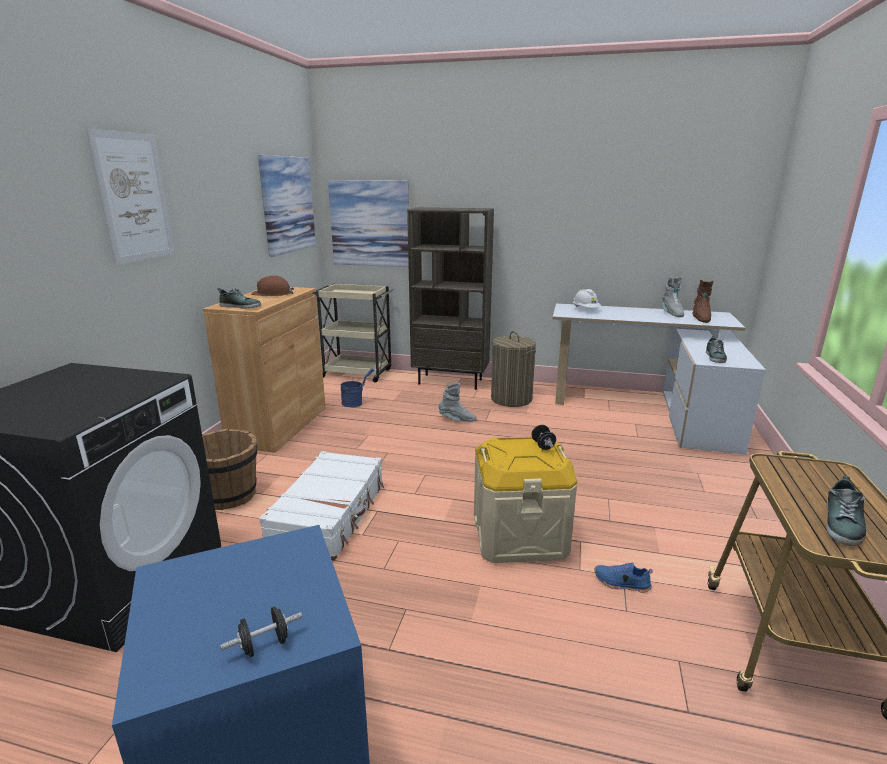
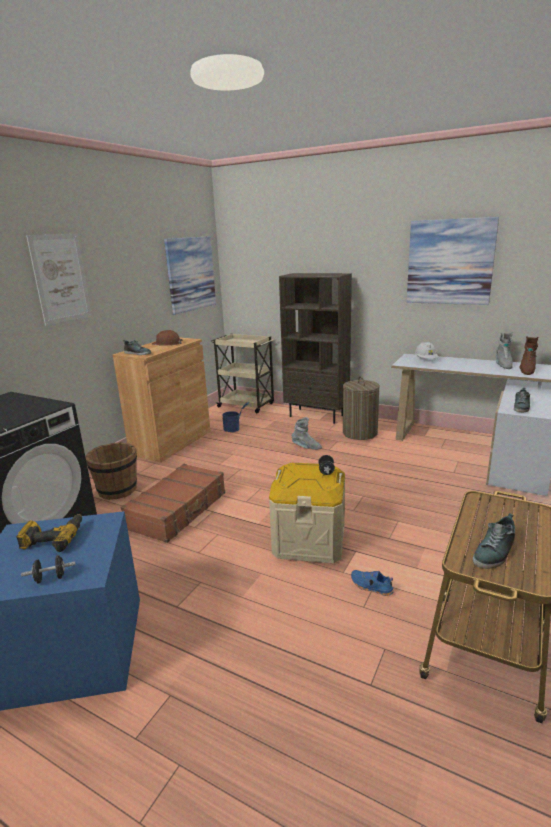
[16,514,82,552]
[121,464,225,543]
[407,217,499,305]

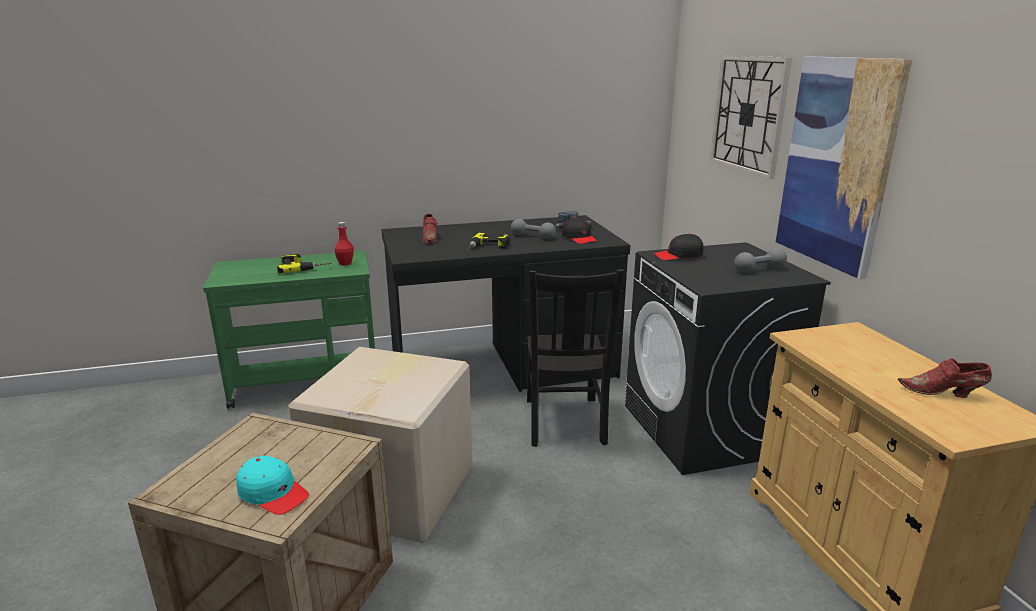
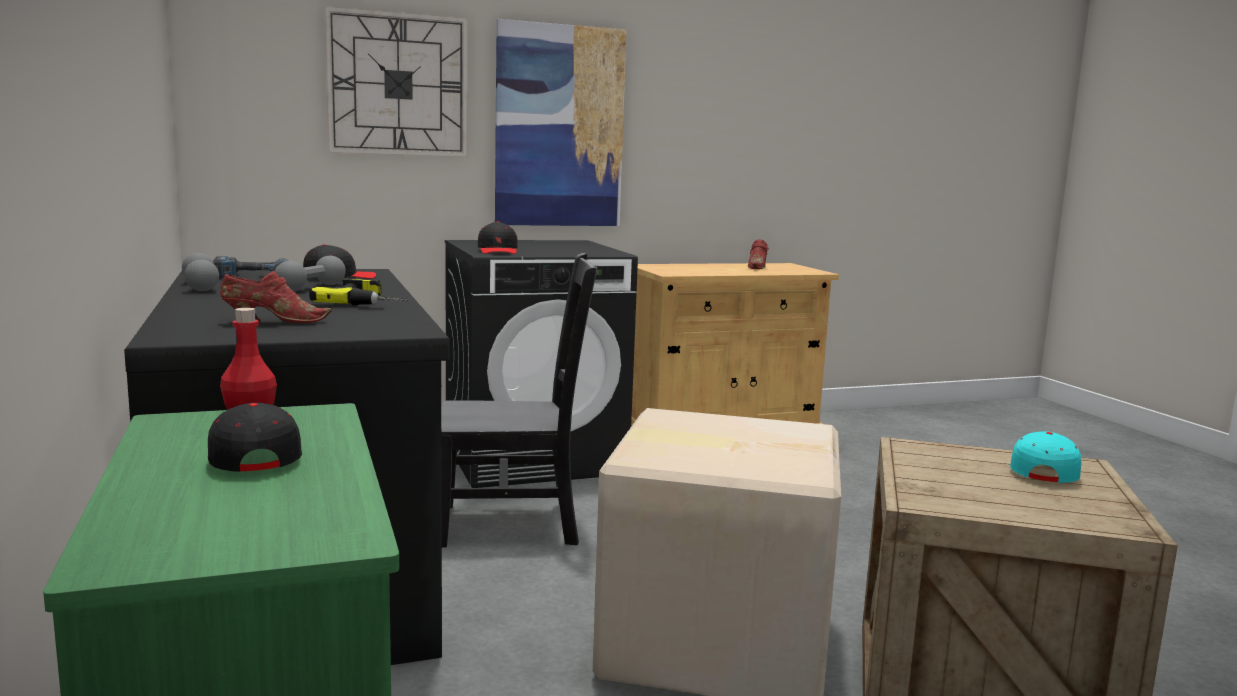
[182,253,219,291]
[208,403,302,472]

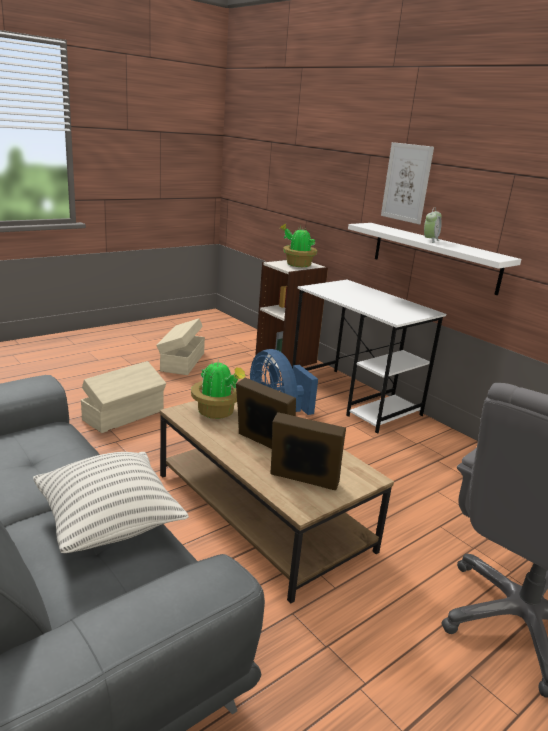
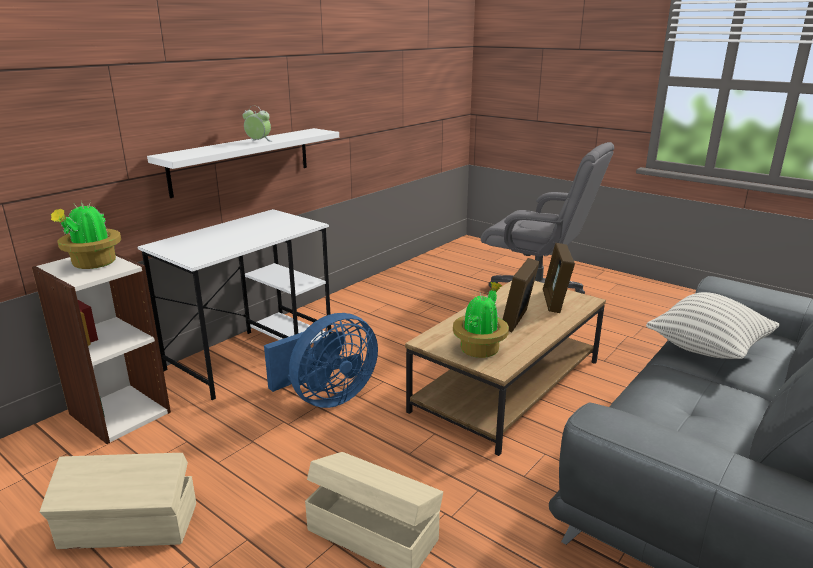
[381,142,434,224] (first image)

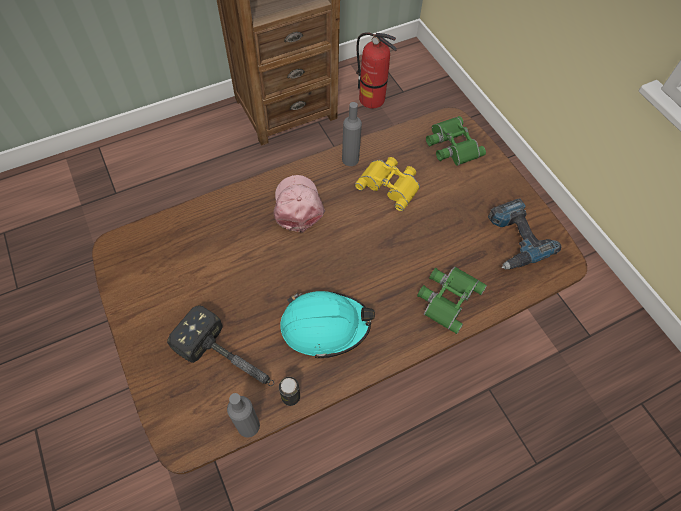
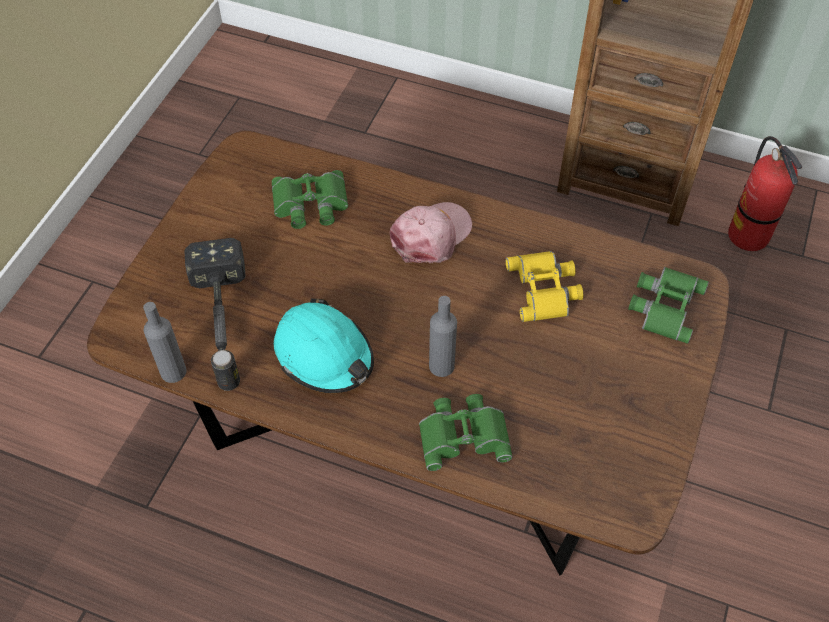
[272,170,348,229]
[429,296,457,377]
[488,198,561,269] (first image)

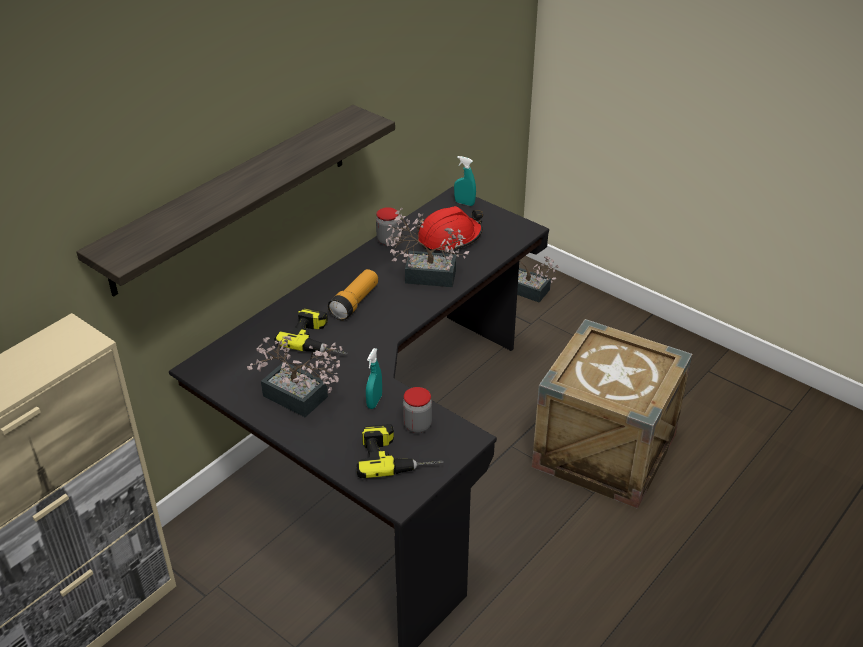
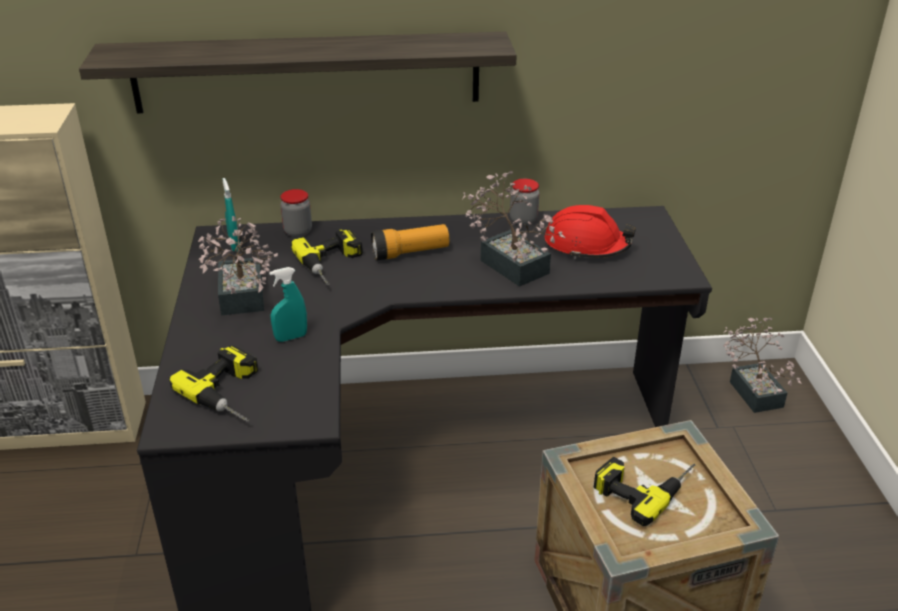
[222,178,241,252]
[280,189,312,237]
[594,457,696,526]

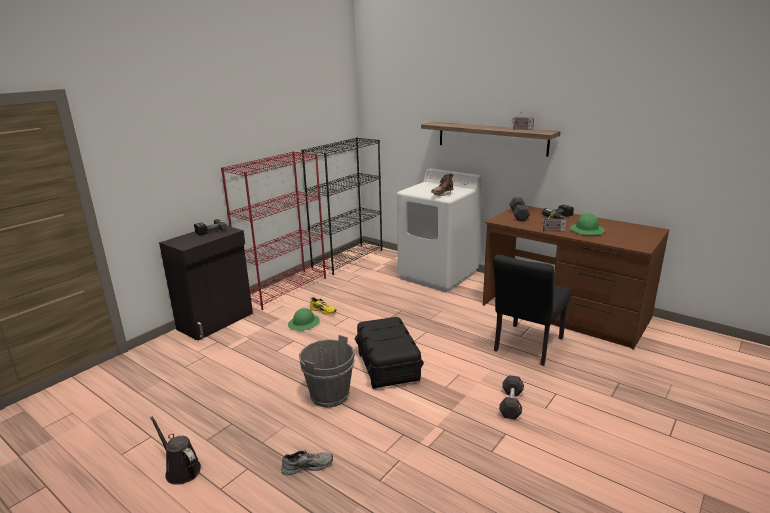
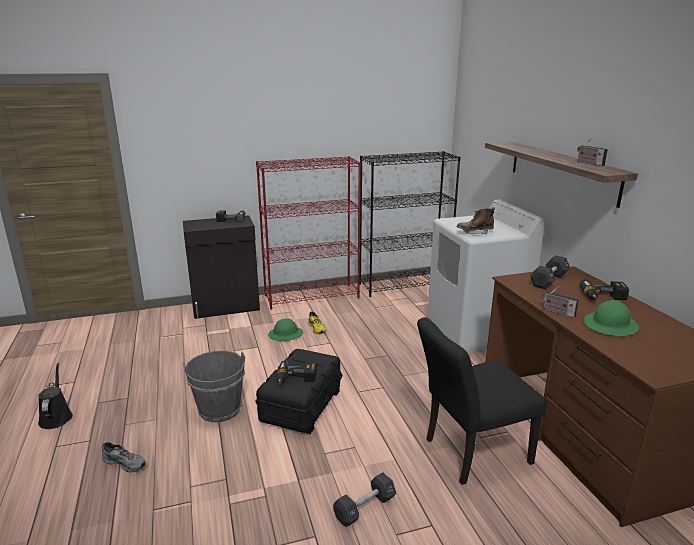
[277,360,317,385]

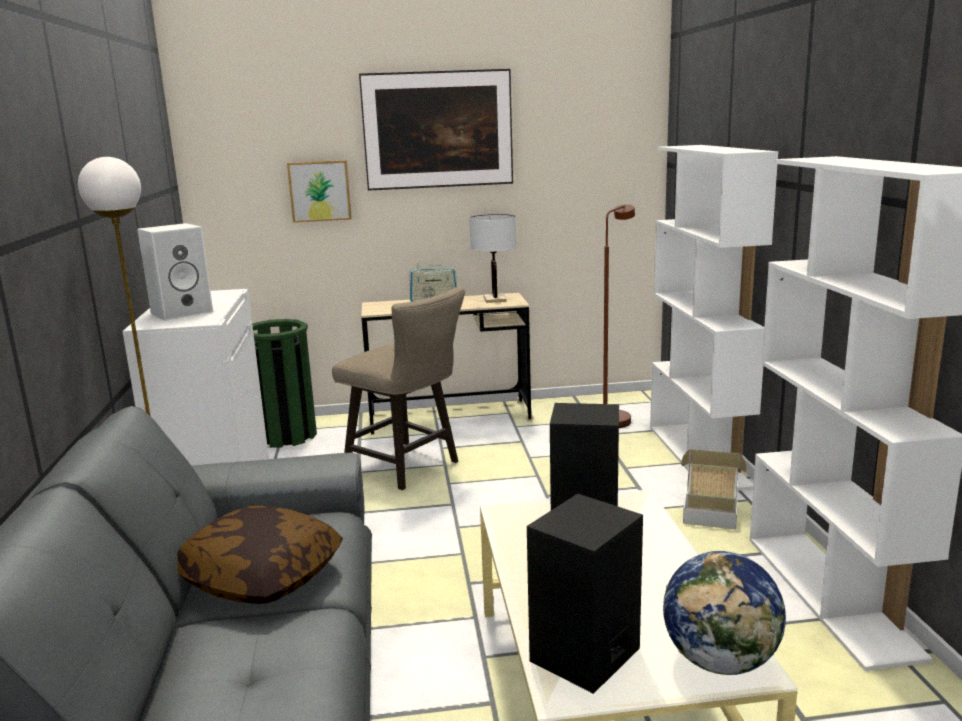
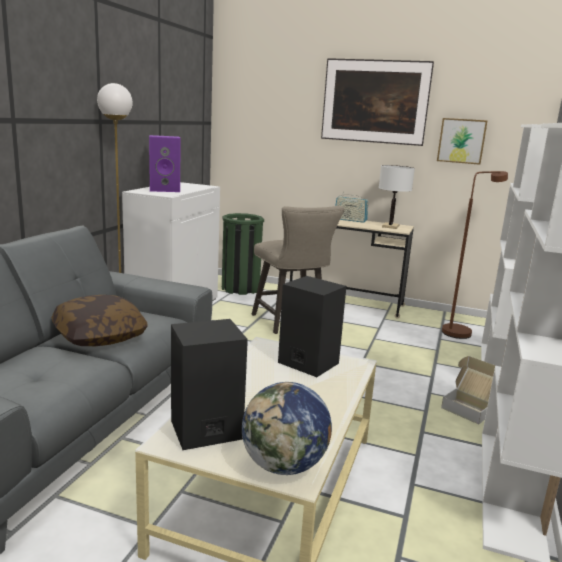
[149,135,180,192]
[437,118,487,165]

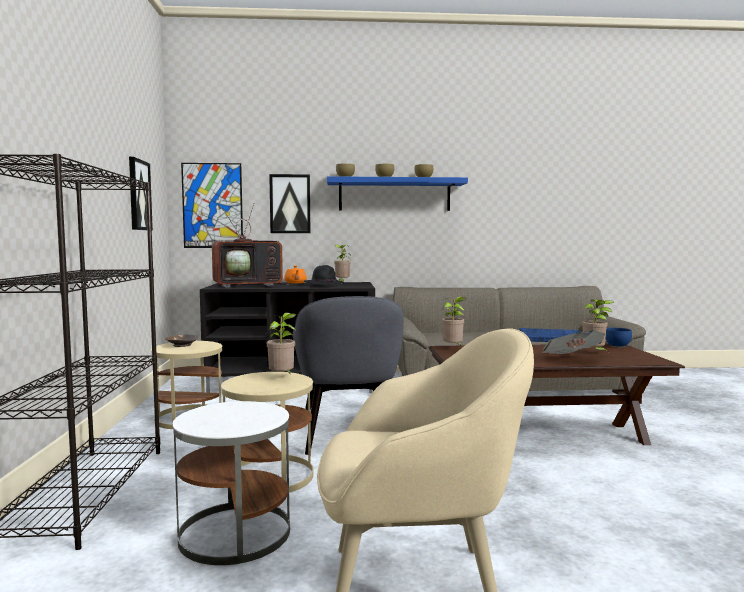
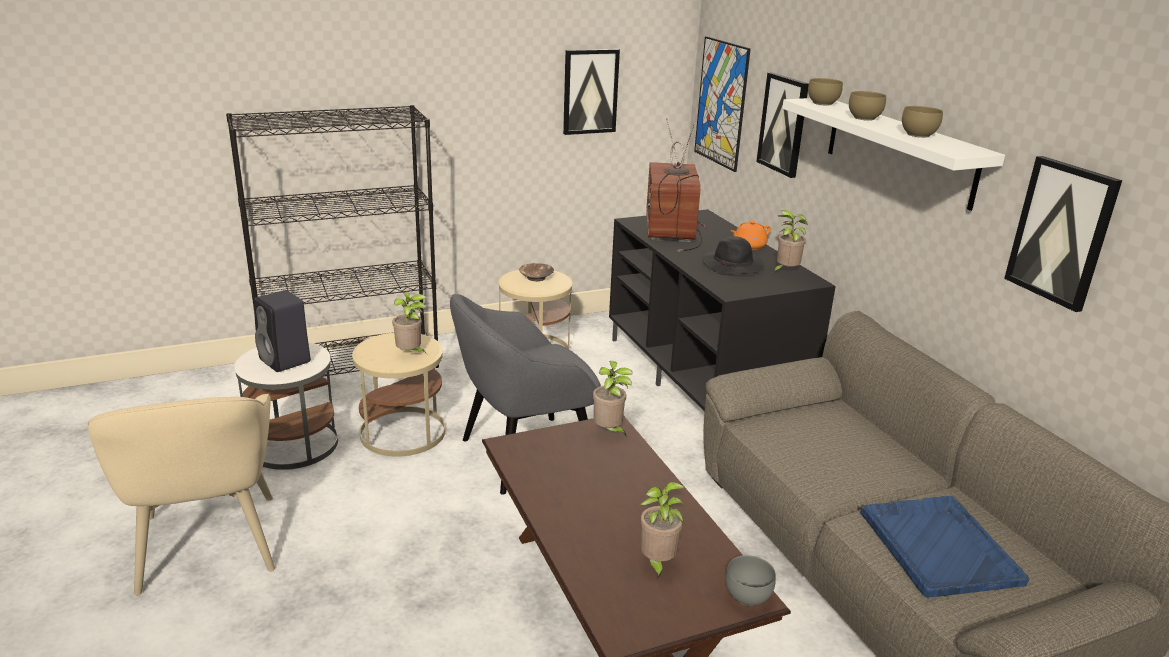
[254,290,311,372]
[646,118,706,252]
[725,555,776,606]
[782,98,1005,211]
[1004,156,1122,312]
[542,330,606,354] (first image)

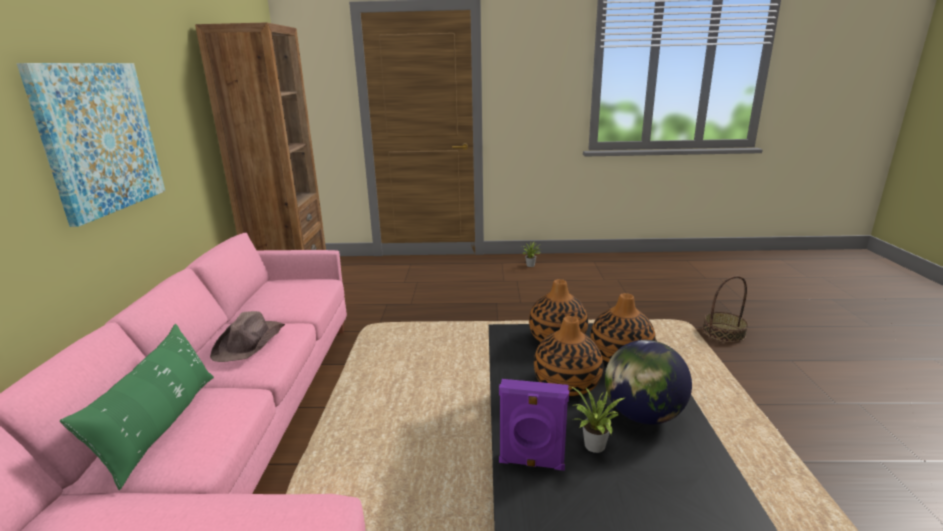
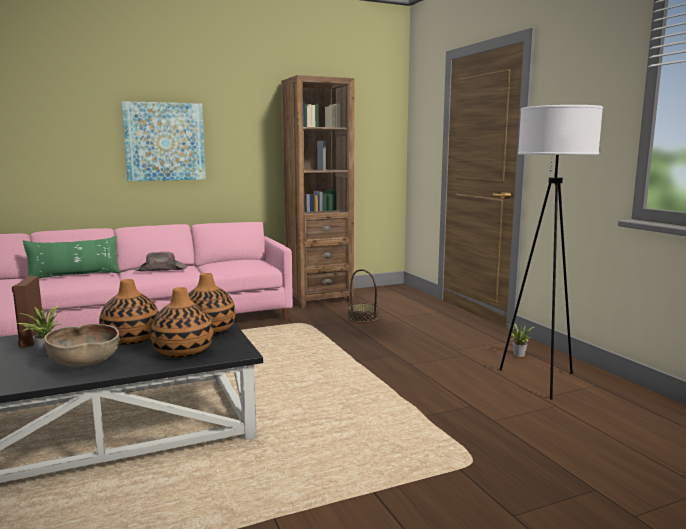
[12,276,42,348]
[44,324,119,366]
[347,269,379,323]
[499,105,603,399]

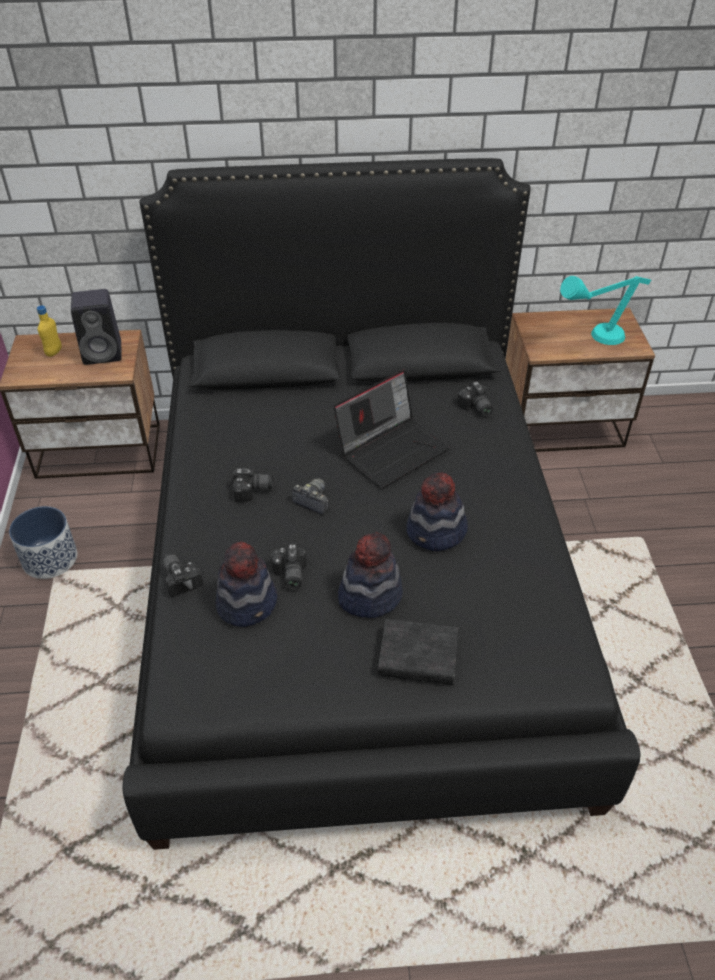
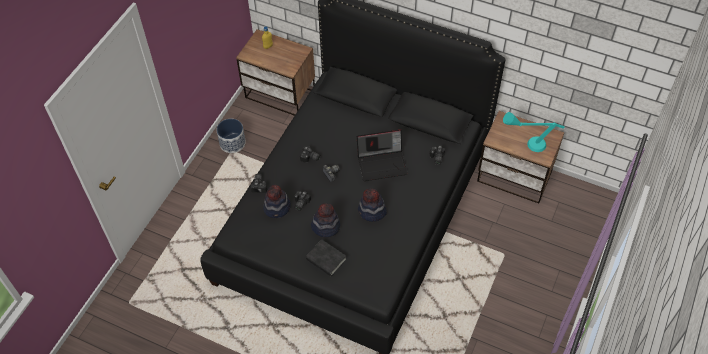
[71,289,122,365] (first image)

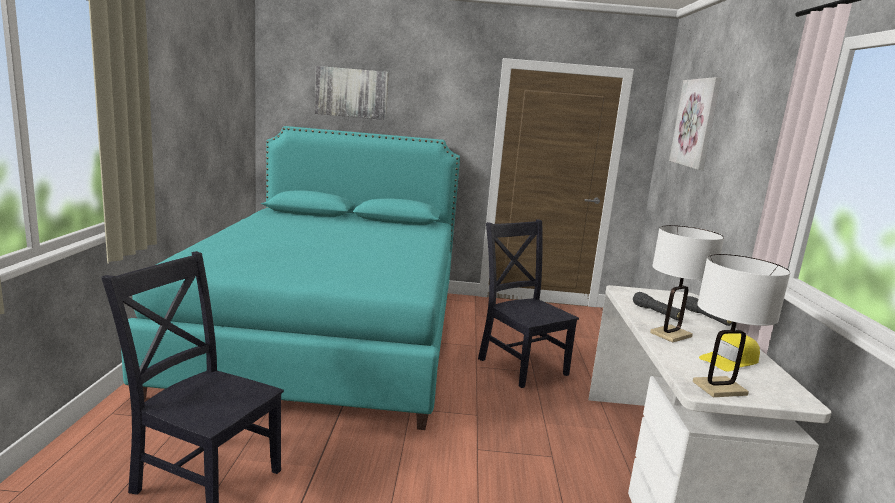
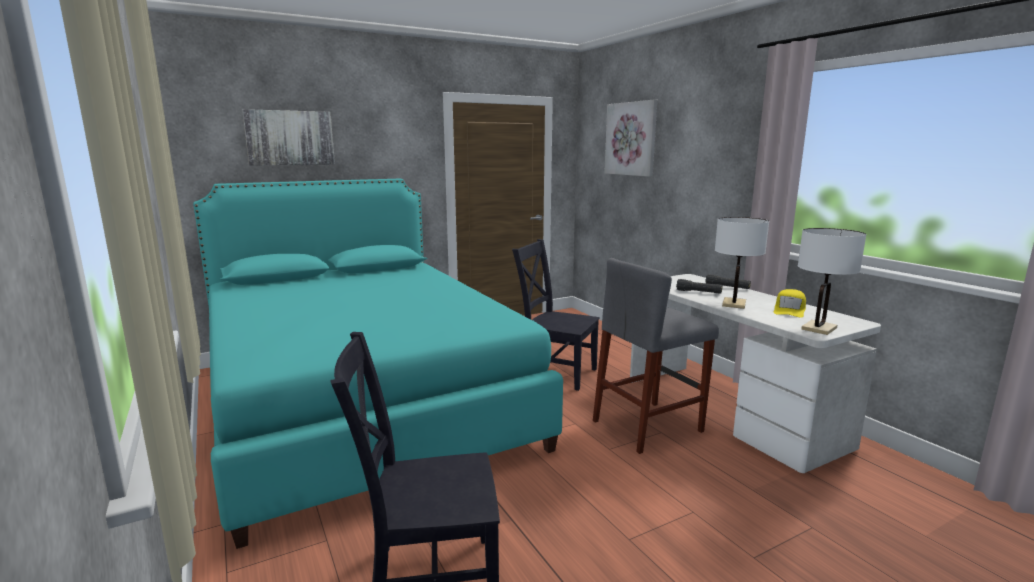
[593,258,719,454]

